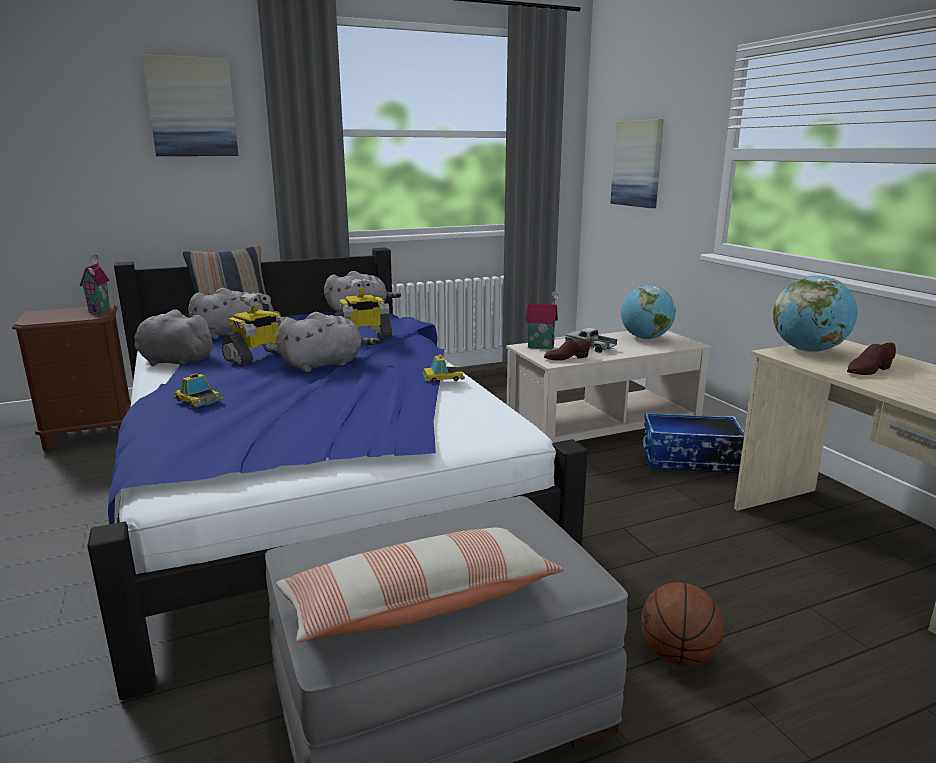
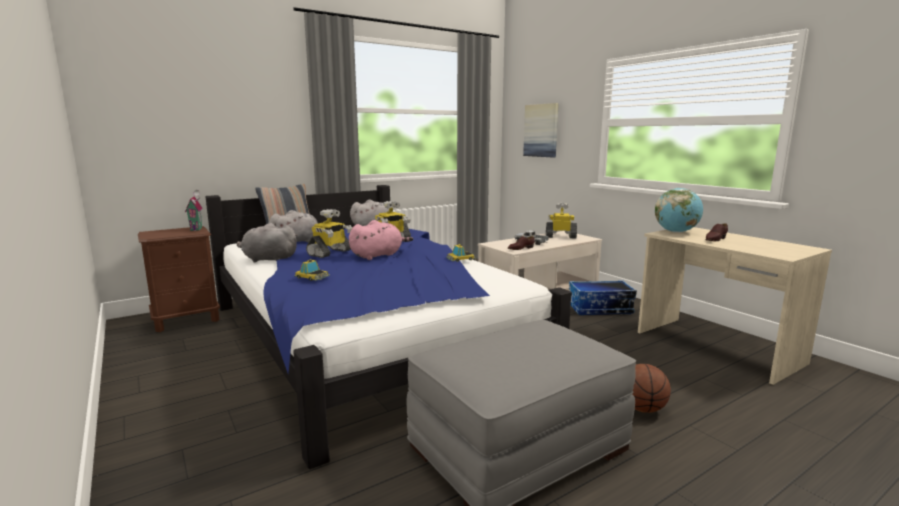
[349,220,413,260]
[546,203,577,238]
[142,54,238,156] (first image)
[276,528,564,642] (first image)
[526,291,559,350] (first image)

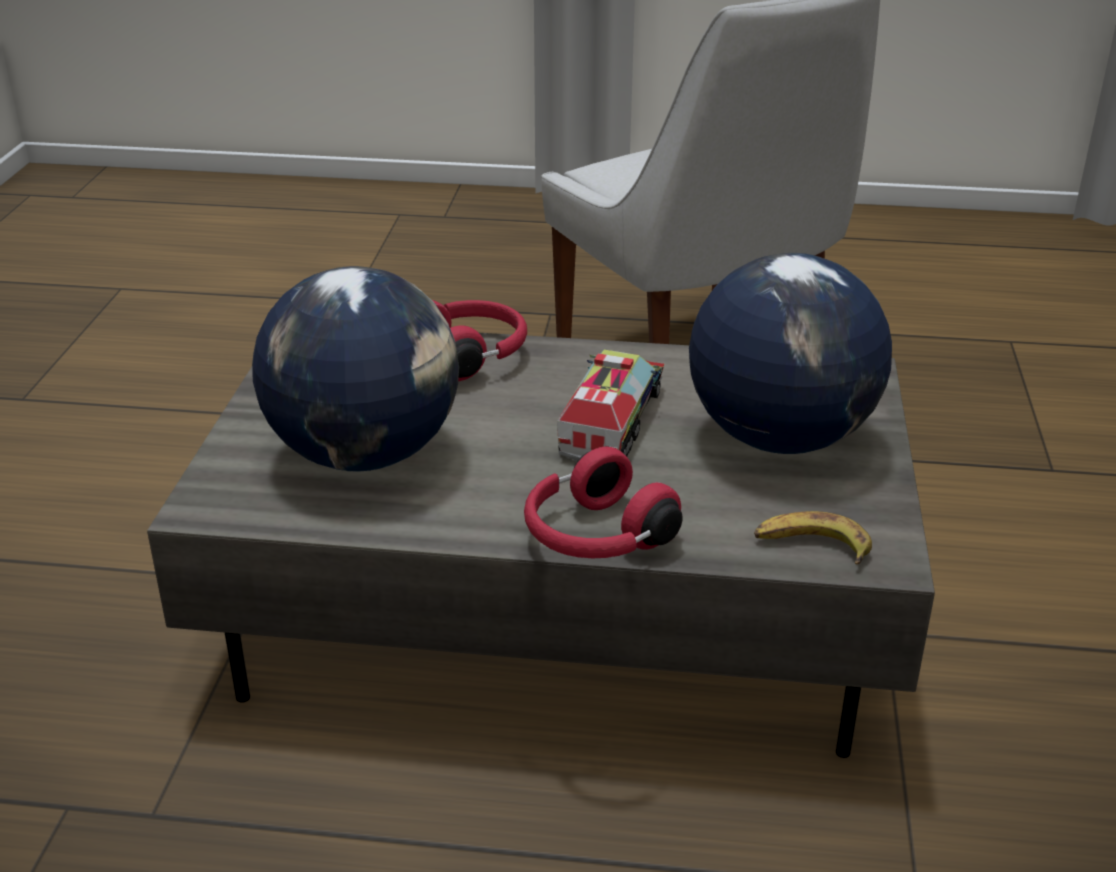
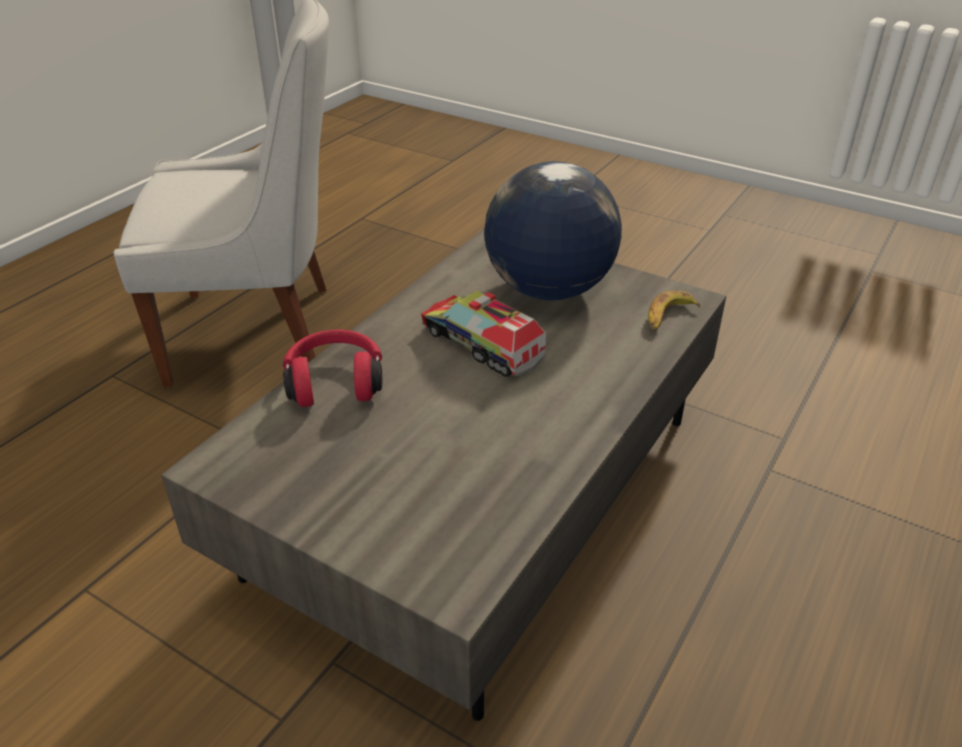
[252,266,459,472] (first image)
[524,446,683,558] (first image)

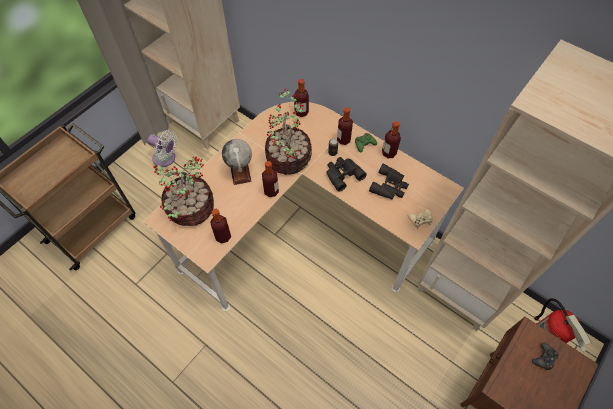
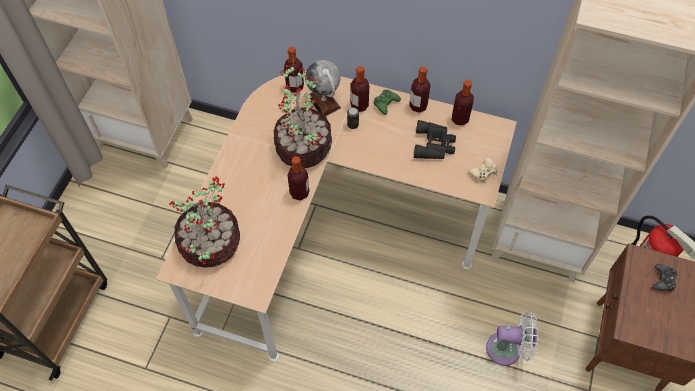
[305,60,341,116]
[451,80,474,126]
[486,311,539,366]
[326,157,367,192] (first image)

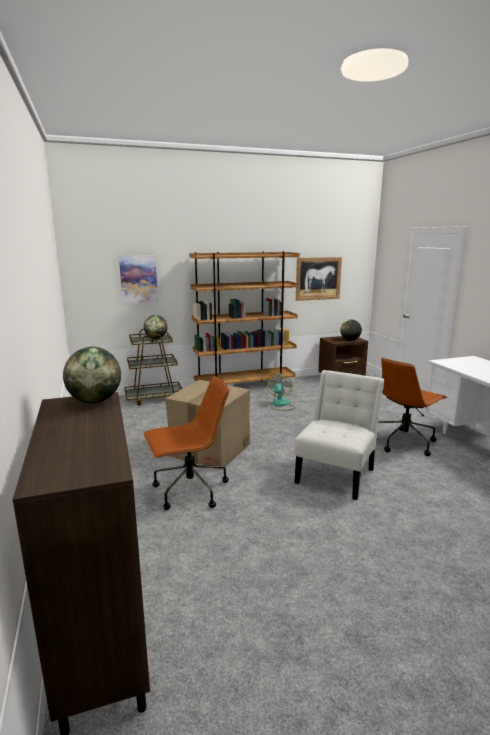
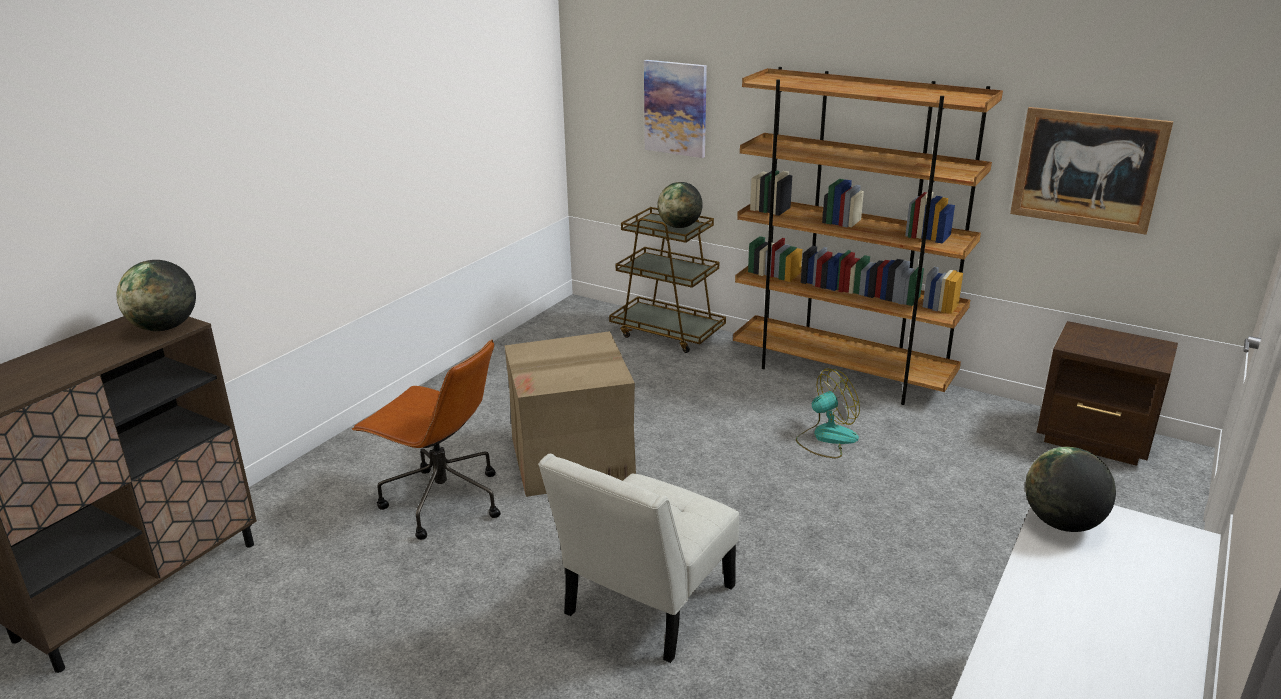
[538,454,739,663]
[1025,447,1116,532]
[377,358,447,456] (first image)

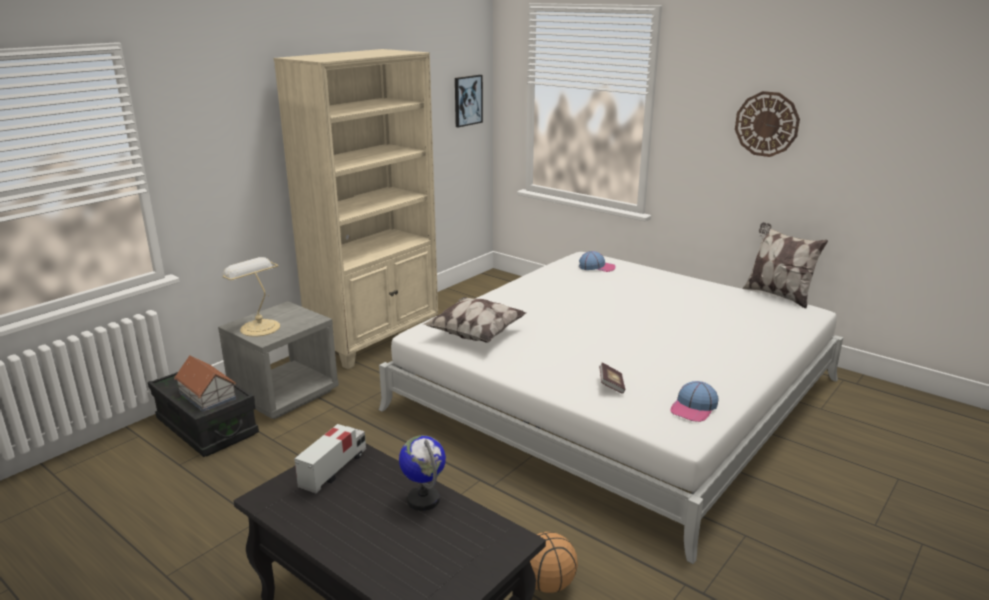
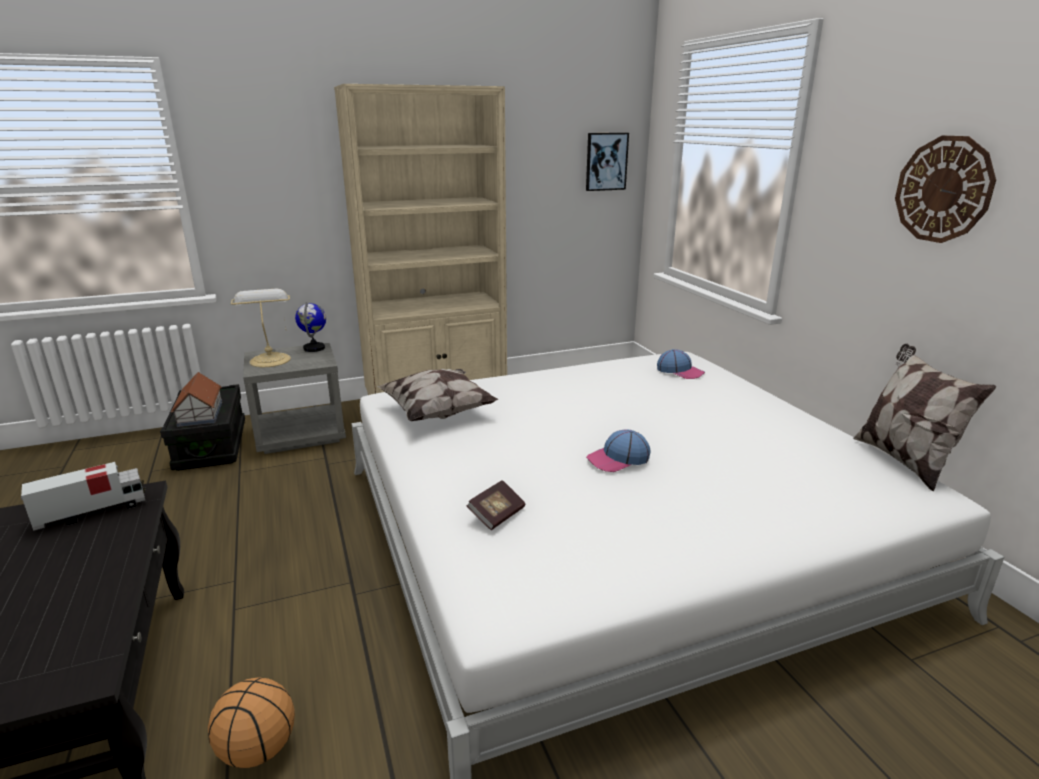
[295,302,326,352]
[586,430,651,472]

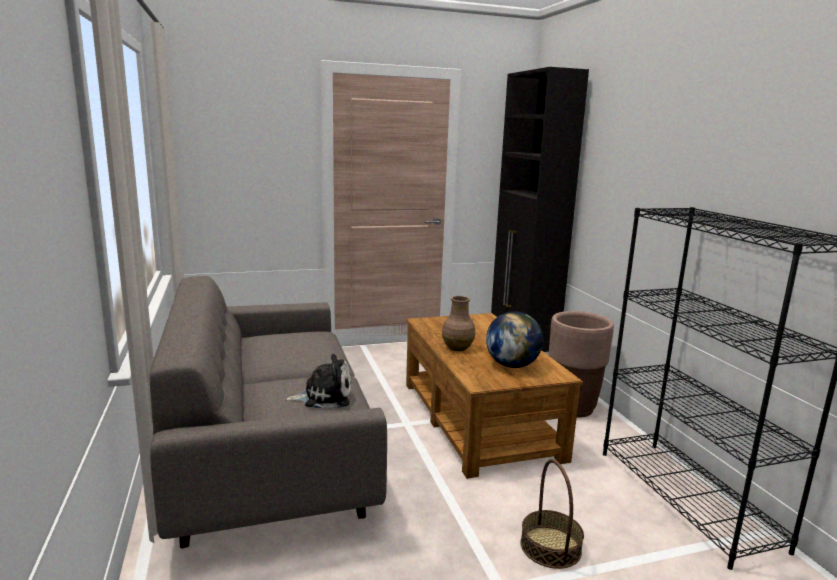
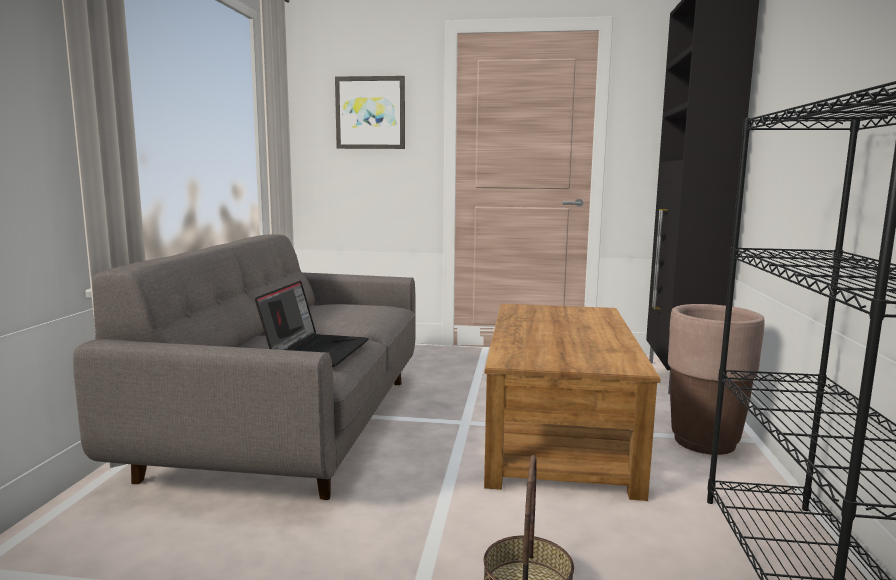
[255,280,369,367]
[335,76,405,149]
[442,296,475,351] (first image)
[486,311,543,368] (first image)

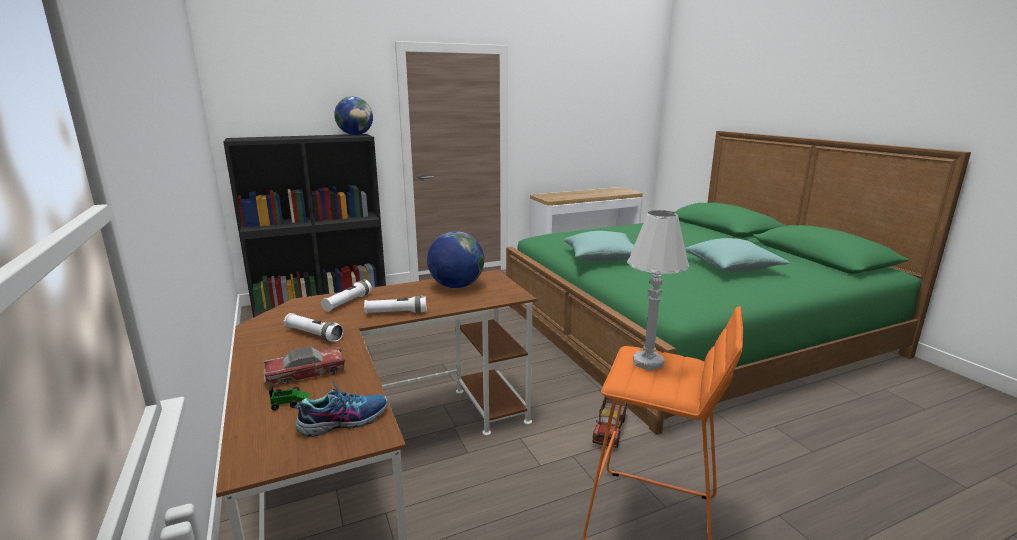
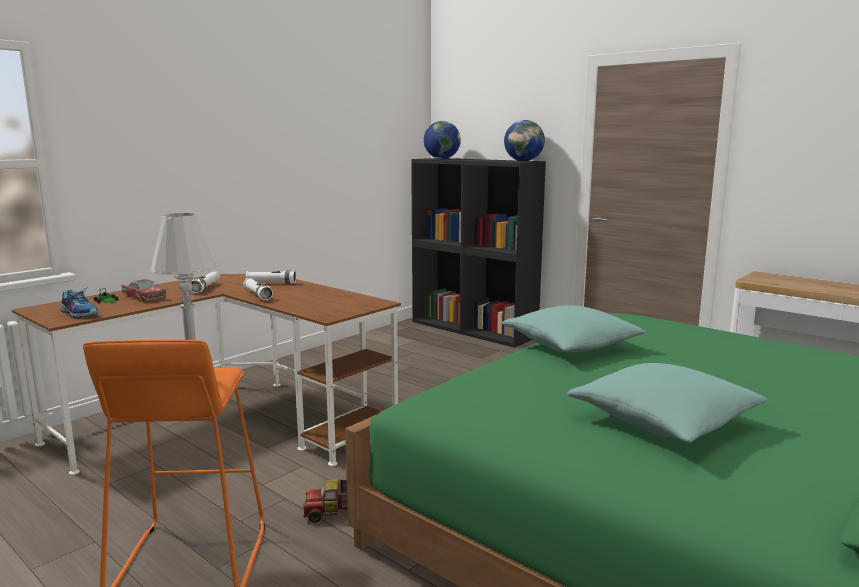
[424,121,461,159]

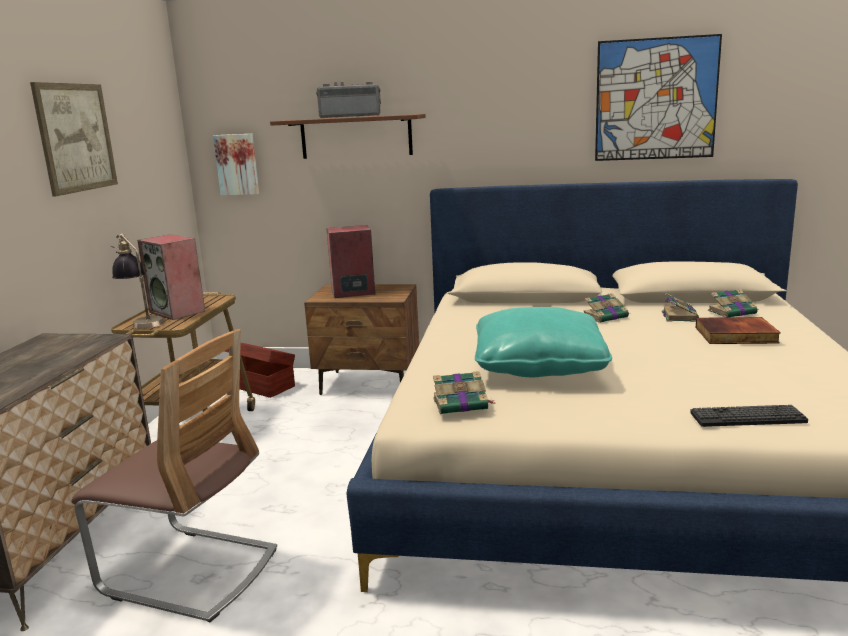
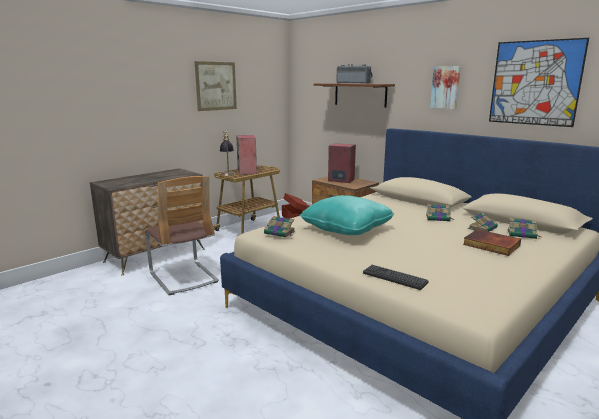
[430,67,461,109]

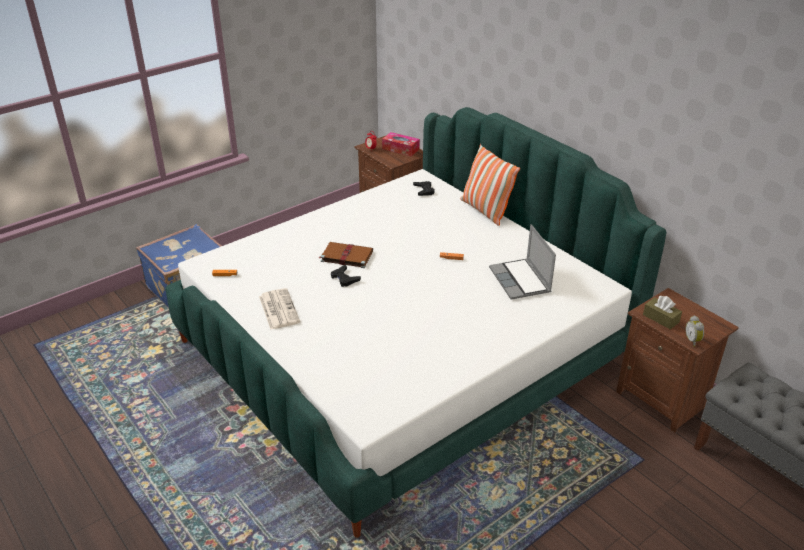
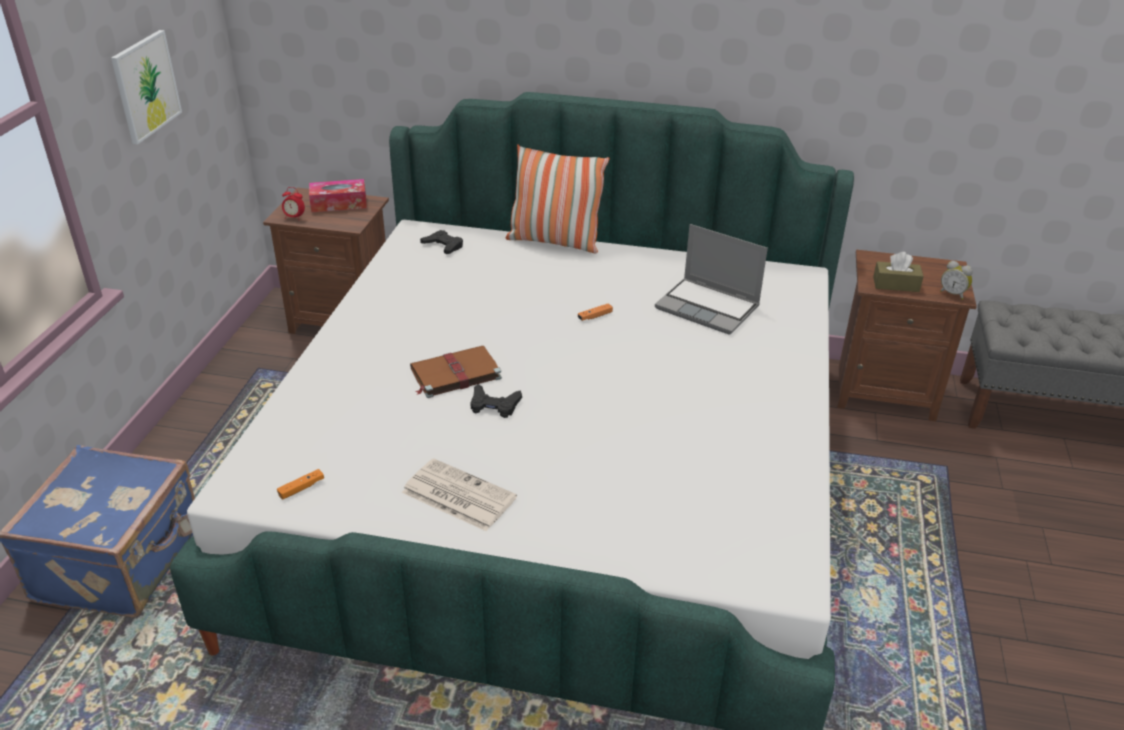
[111,30,182,144]

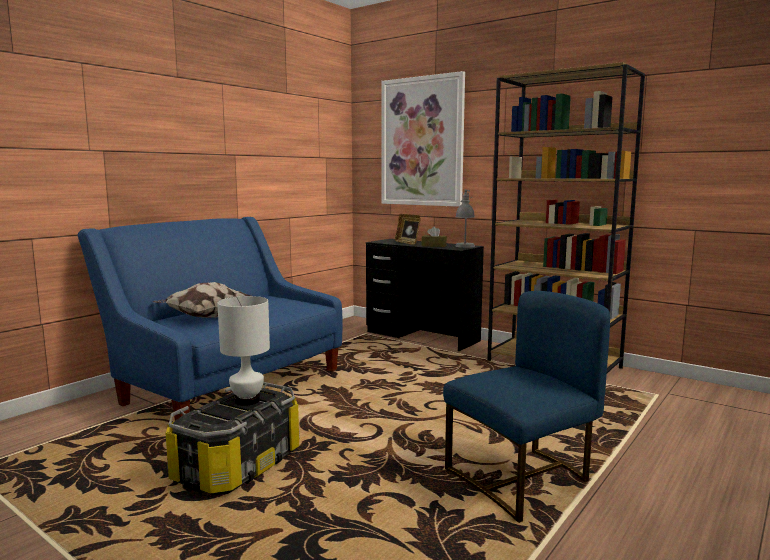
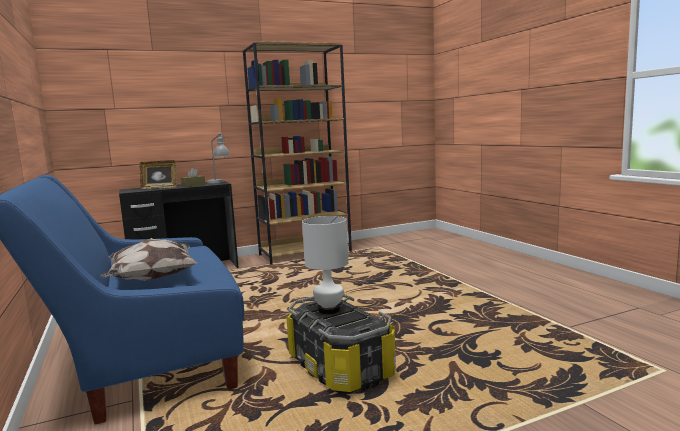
[381,71,465,207] (first image)
[443,291,610,523] (first image)

